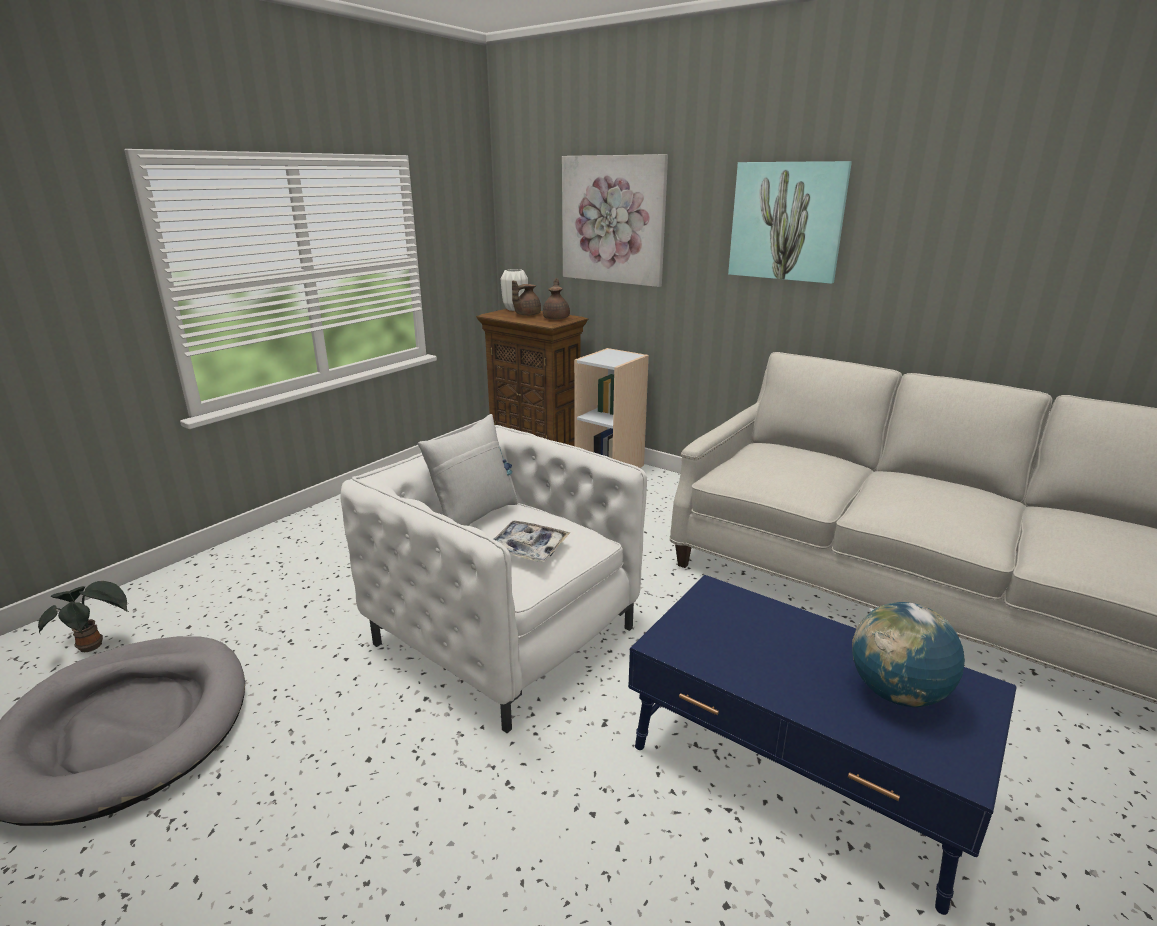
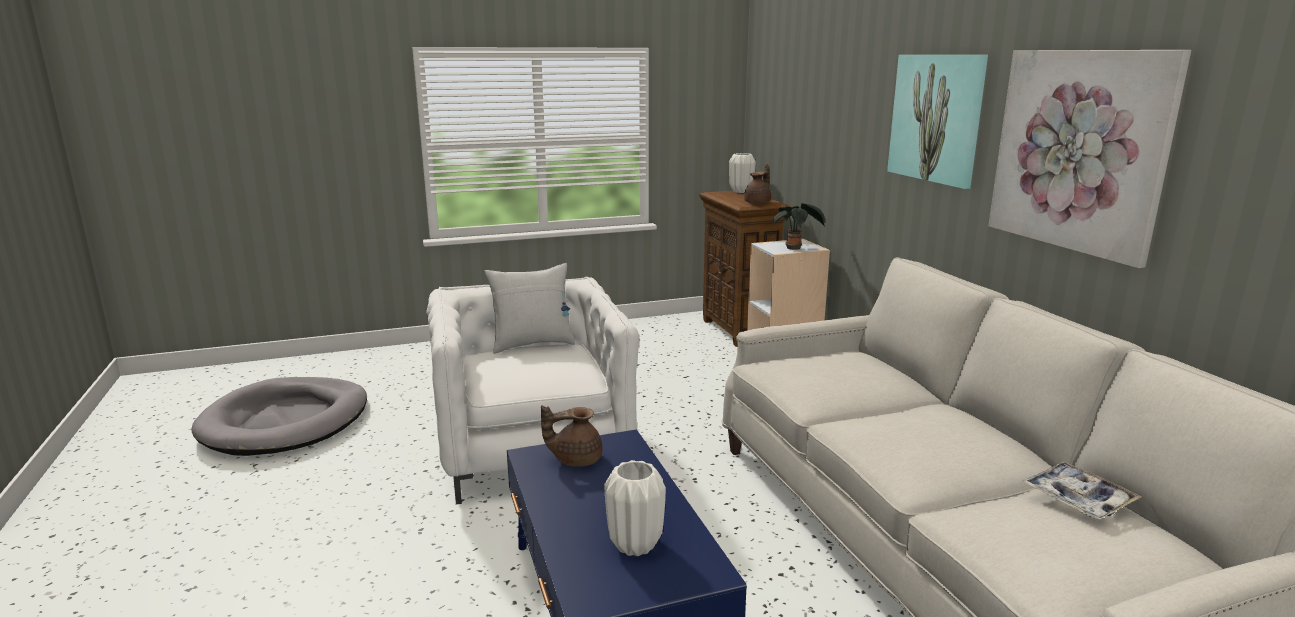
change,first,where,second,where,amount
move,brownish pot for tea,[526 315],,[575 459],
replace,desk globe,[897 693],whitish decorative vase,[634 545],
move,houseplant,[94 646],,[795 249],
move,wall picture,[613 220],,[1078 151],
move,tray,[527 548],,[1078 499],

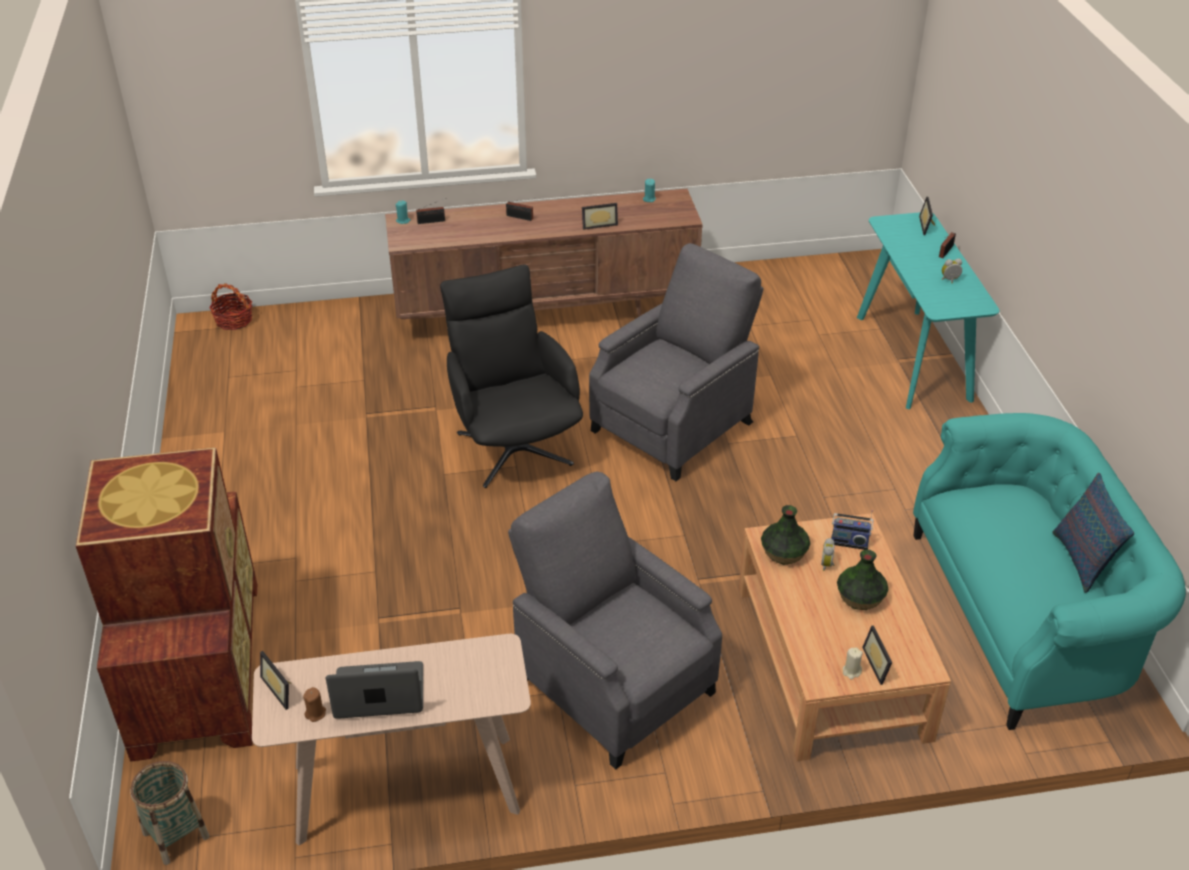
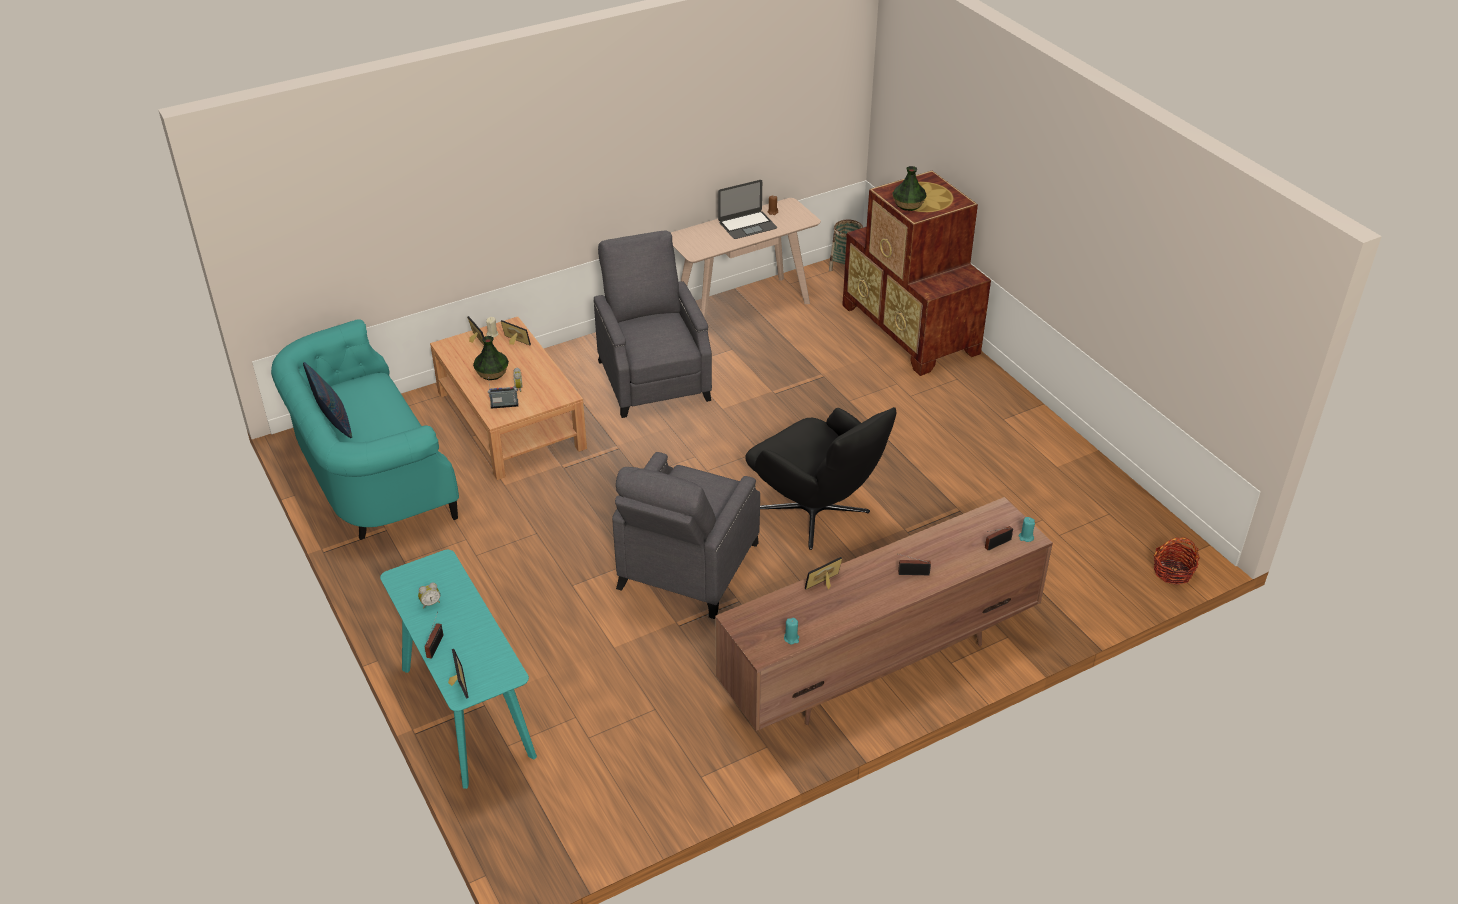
change,first,where,second,where,amount
move,standing frame,[282 688],,[514 342],
rotate,gray armchair,[610 681],,[653 377],135 degrees counterclockwise
move,decorative vase,[784 552],,[908 205],

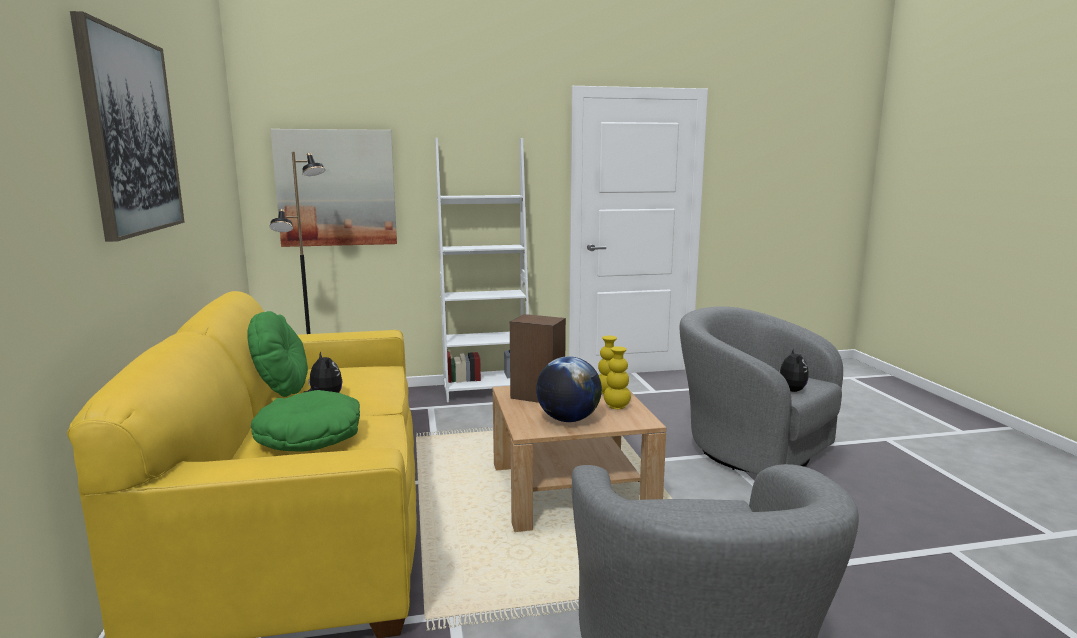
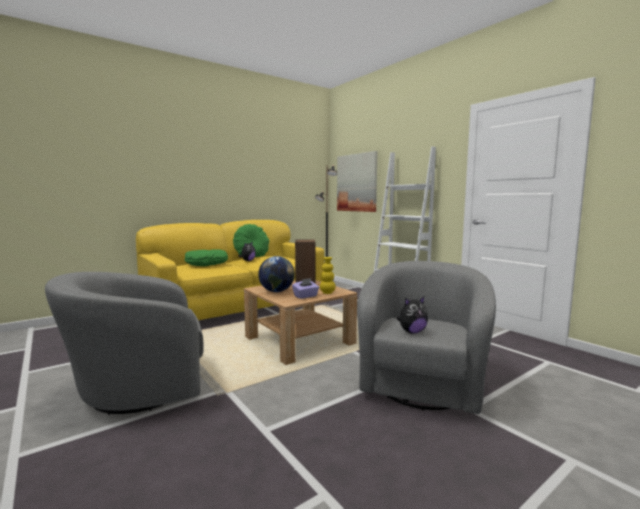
change,first,where,second,where,amount
replace,yellow-coloured decorative vase,[616 407],purple-coloured tissue box,[305 296],
delete,wall picture,[131 135],,,

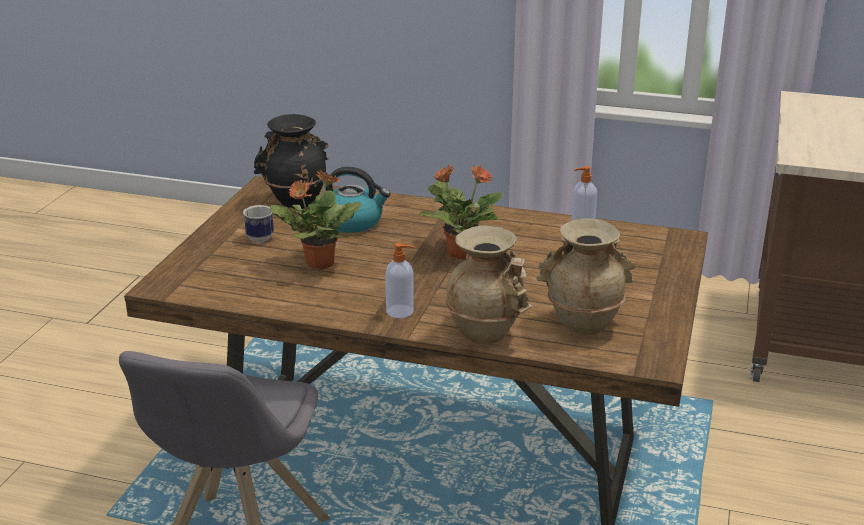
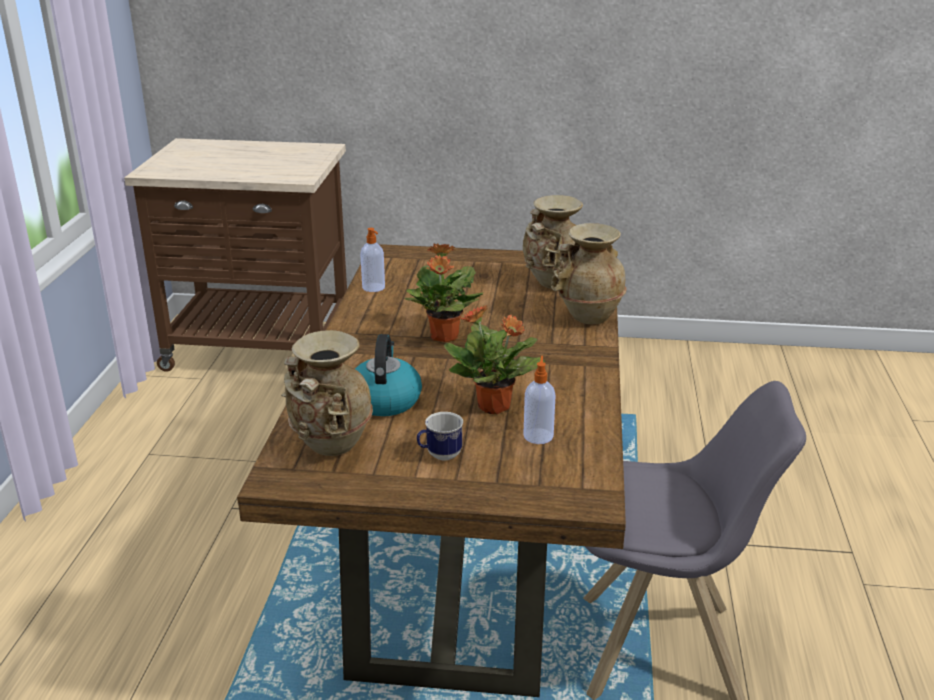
change,first,where,second,where,amount
recolor,black-coloured decorative vase,[296 201],sand-coloured decorative vase,[329 447],
move,soap dispenser,[401 311],,[538 435],

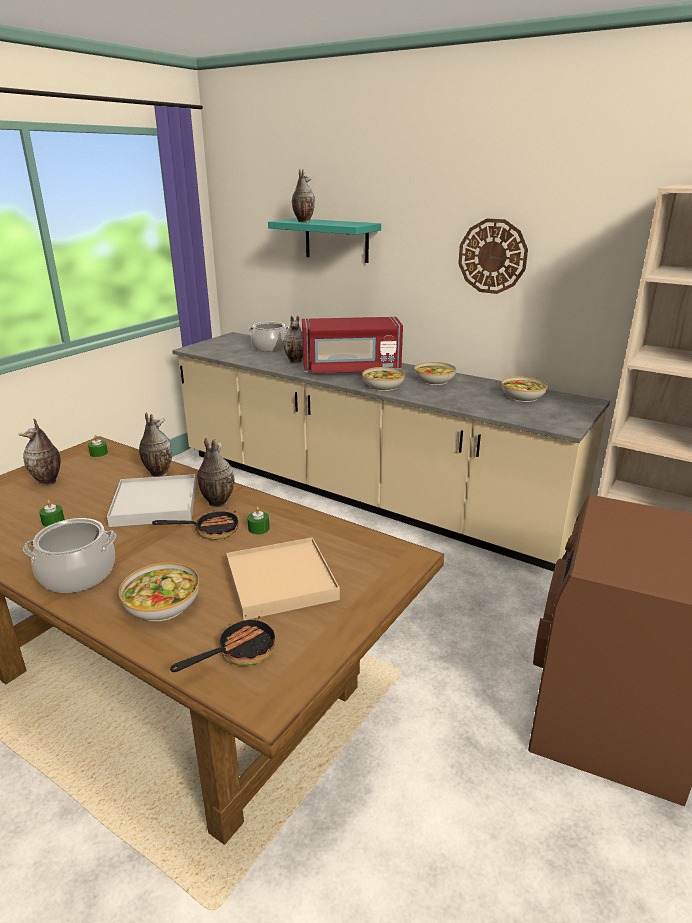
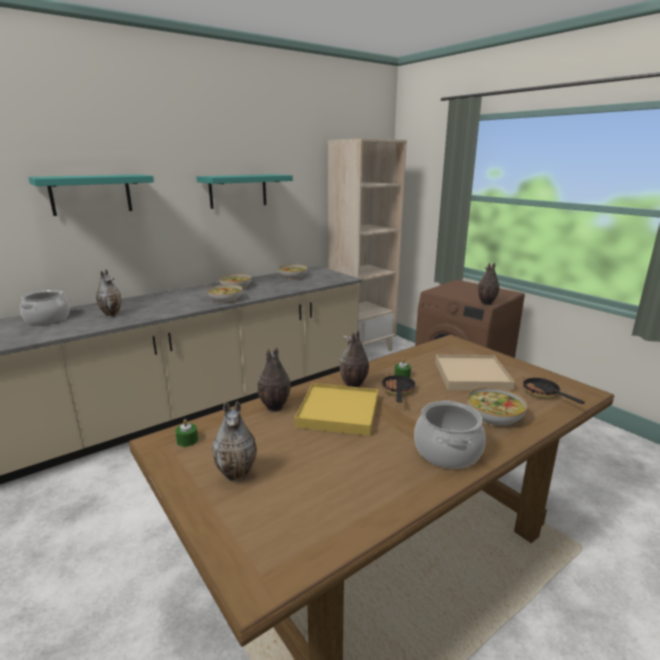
change,first,where,second,where,amount
replace,clock on the wall,[492 256],blue-green bracket shelf,[238 191],
recolor,whitish tray,[155 504],yellow-coloured tray,[338 412],
move,decorative vase,[303 221],,[486 303],
delete,greenish wax candle,[53 521],,,
delete,red microwave,[351 370],,,

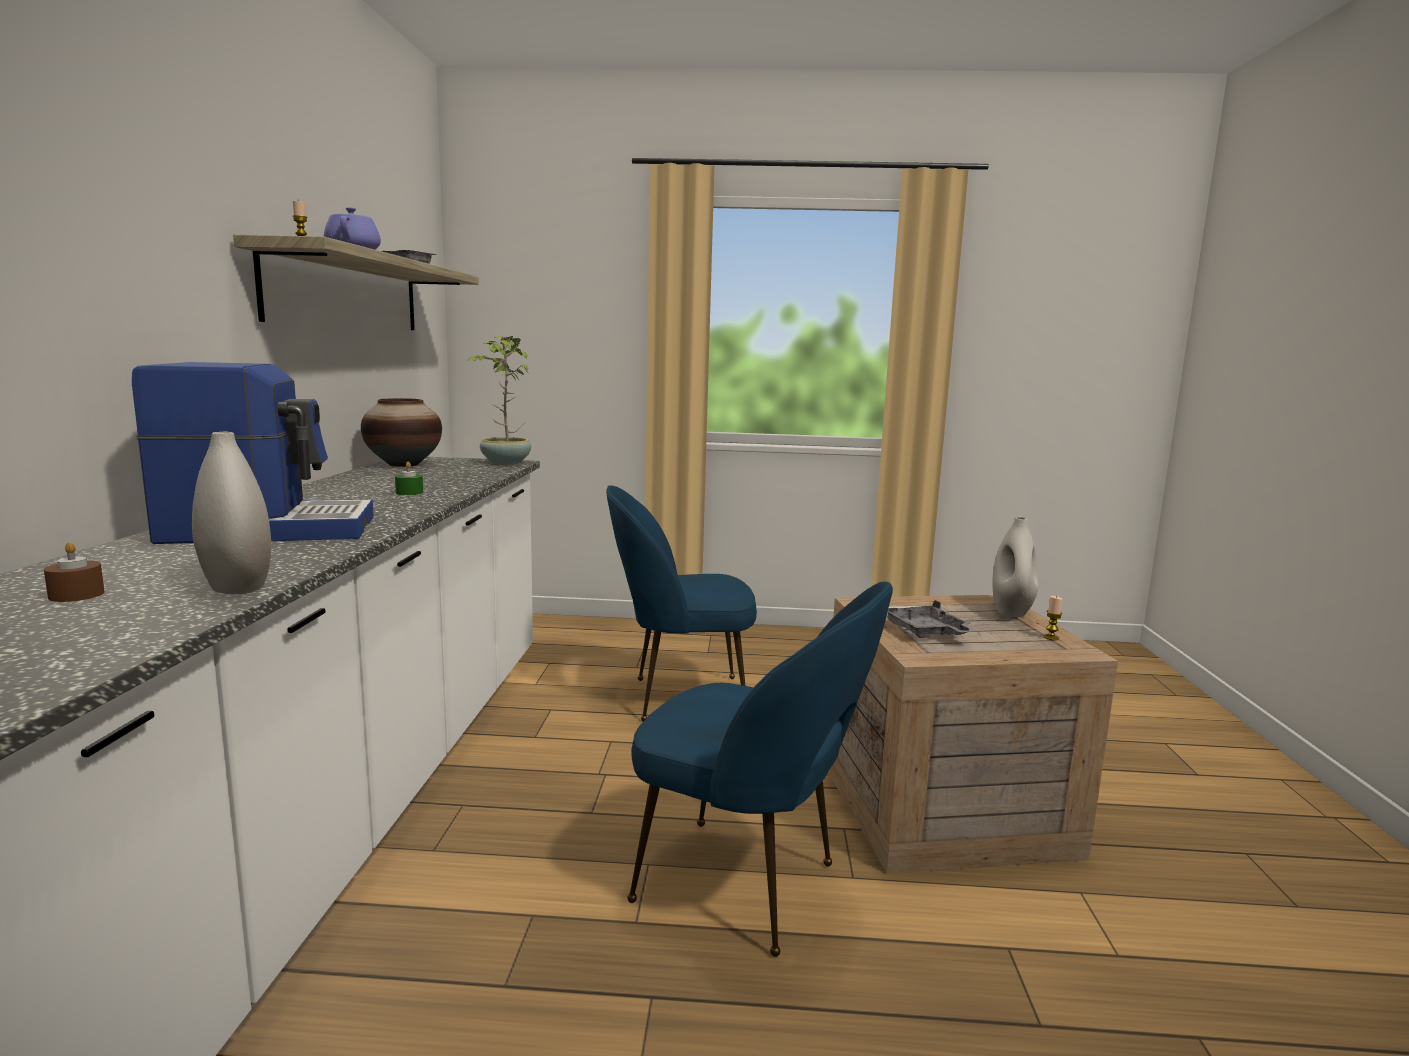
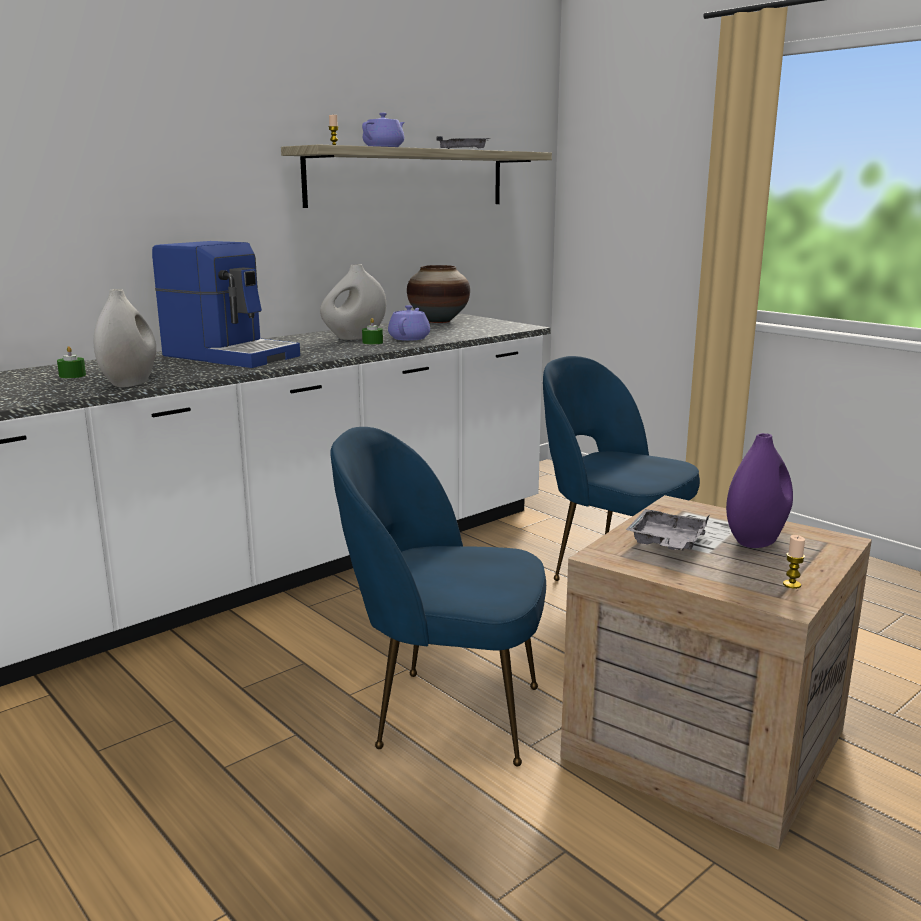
change,first,where,second,where,amount
recolor,brownish wax candle,[76 595],greenish wax candle,[72 375],
move,whitish decorative vase,[1011 611],,[354 338],
rotate,blue chair,[750 889],,[444 714],120 degrees clockwise
insert,,,purple-coloured pot for tea,[409 338],
insert,,,purple-coloured decorative vase,[755 540],
delete,houseplant,[505 463],,,

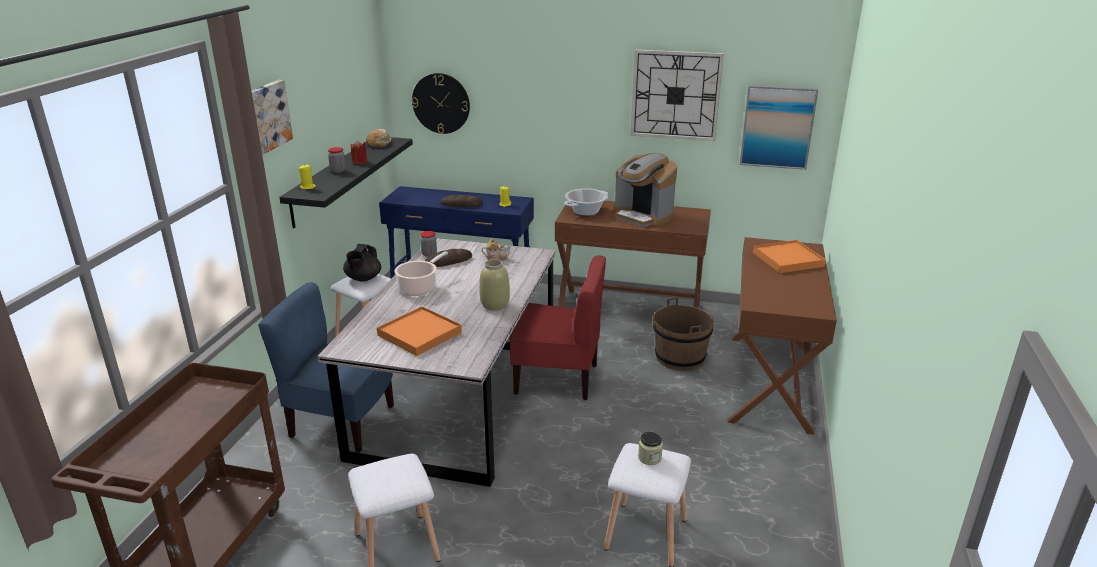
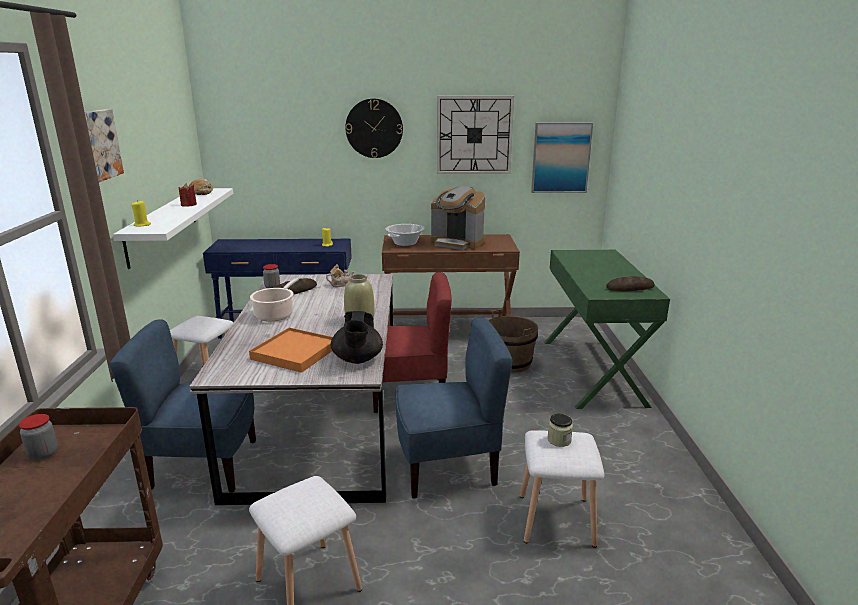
change,first,where,second,where,amount
move,jar,[338 171],,[43 453],
recolor,black-coloured bracket shelf,[334 180],whitish bracket shelf,[162 225],
move,black-coloured pot for tea,[363 278],,[357 359],
move,clock on the wall,[441 103],,[374 128],
insert,,,blue chair,[447 466],
recolor,brownish narrow table,[770 382],greenish narrow table,[593 371],
move,bread,[461 204],,[630 288],
delete,orangey tray,[788 259],,,

